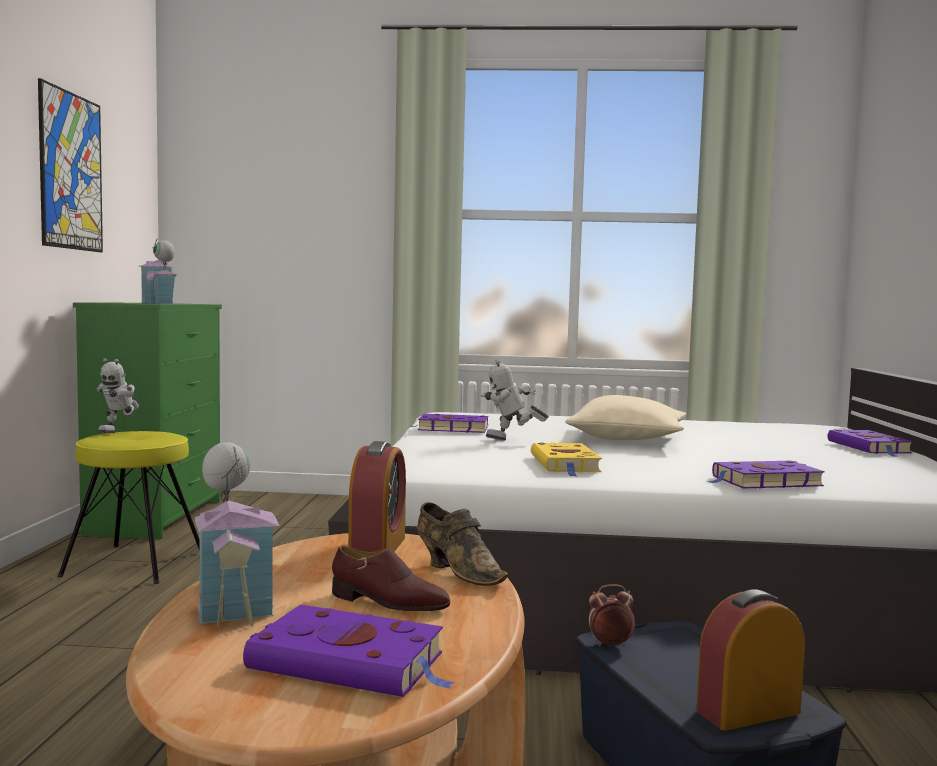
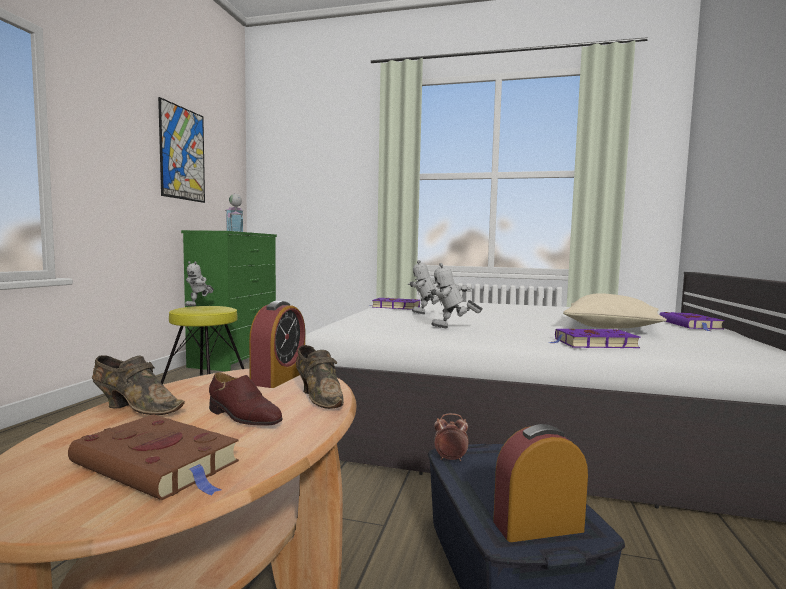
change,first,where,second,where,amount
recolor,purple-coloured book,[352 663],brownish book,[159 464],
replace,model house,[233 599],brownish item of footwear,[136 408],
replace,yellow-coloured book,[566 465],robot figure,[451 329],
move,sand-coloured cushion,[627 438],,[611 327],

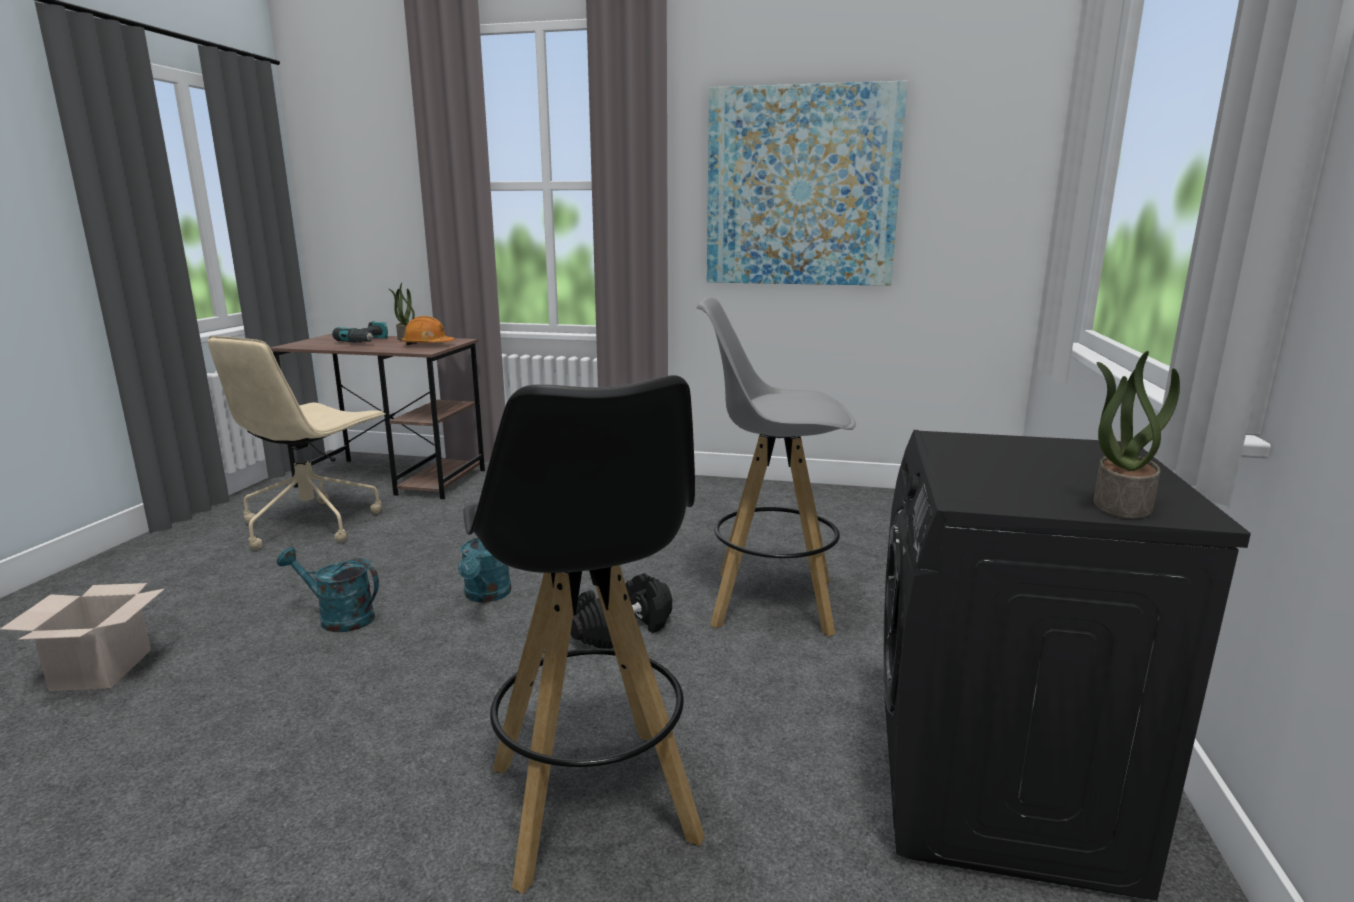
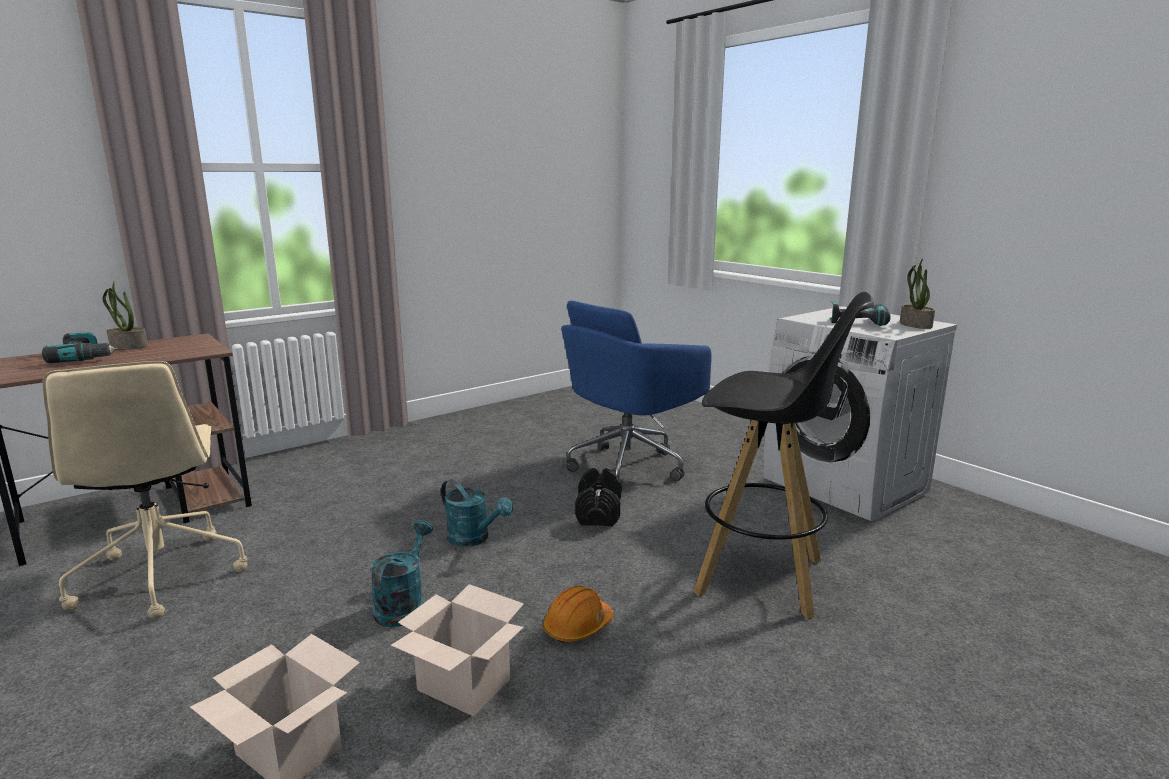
change,first,where,second,where,amount
rotate,blue-green watering can,[338 618],,[403 604],135 degrees clockwise
insert,,,carton,[461 685],
move,orangey hard hat,[428 345],,[577 627],
replace,gray stool seat,[769 601],blue office chair,[631 466],
recolor,black-coloured laundry machine,[995 789],whitish laundry machine,[844 488],
insert,,,electric drill,[858 322],
delete,wall picture,[801 187],,,

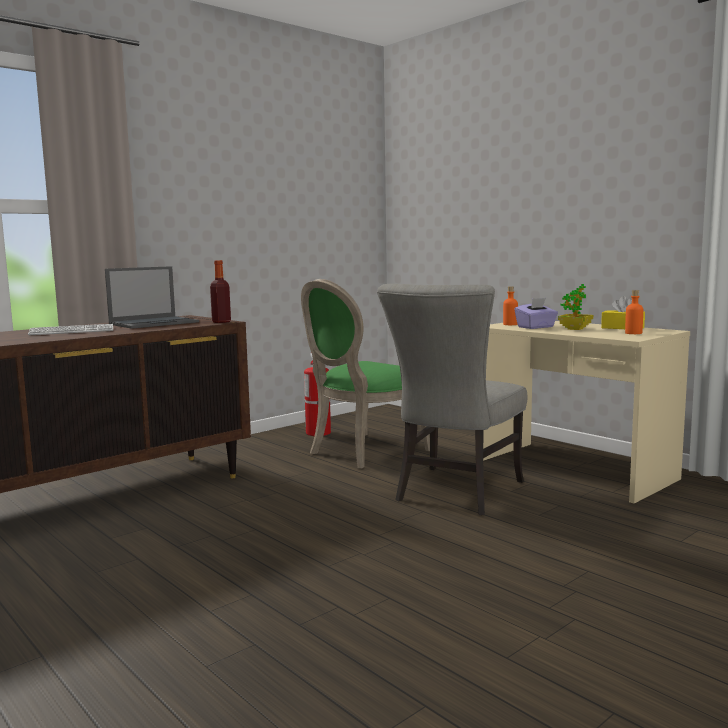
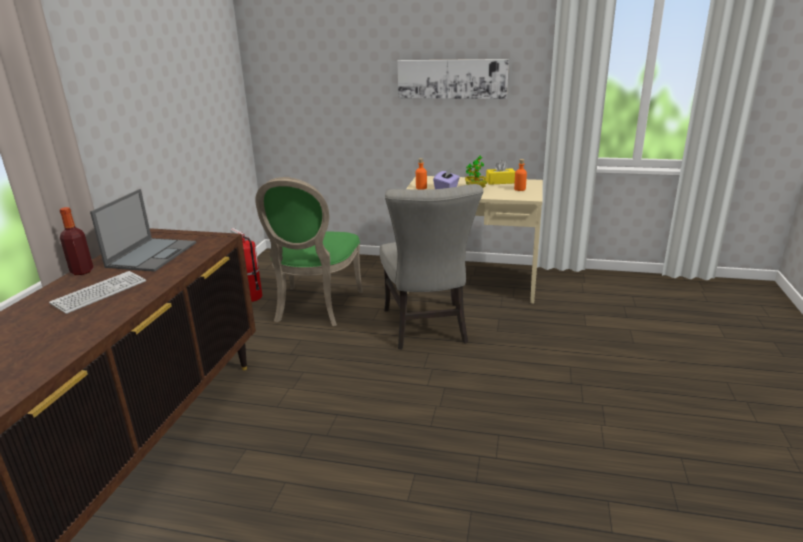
change,first,where,second,where,amount
move,beverage bottle,[221 322],,[82 271],
insert,,,wall picture,[452 79],

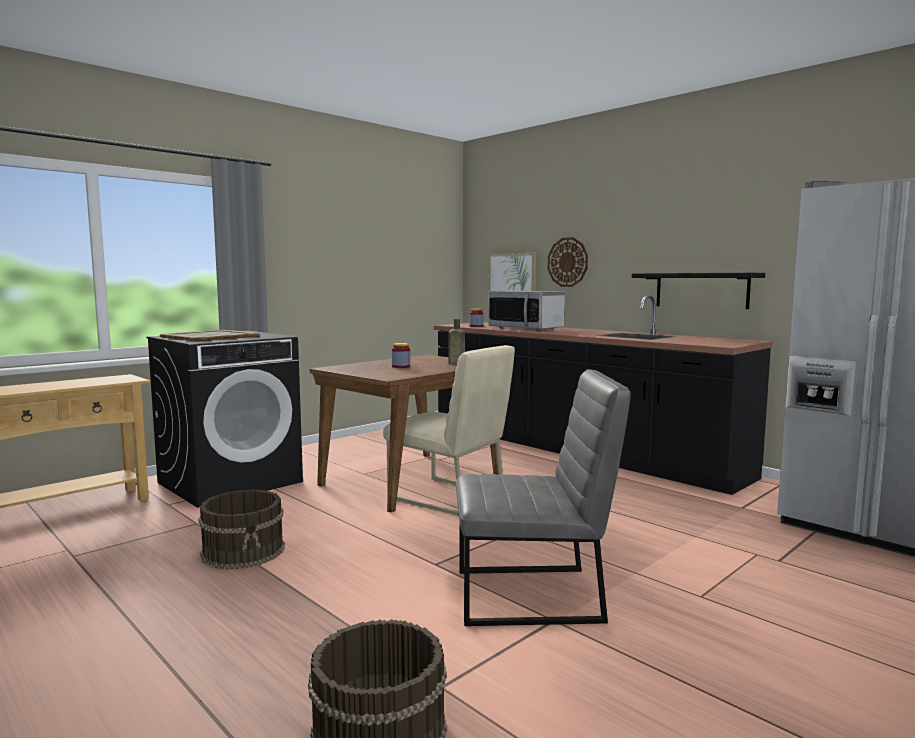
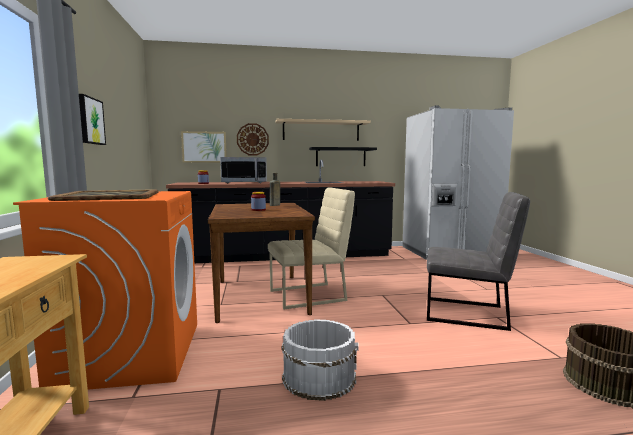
change,first,where,second,where,amount
recolor,black-coloured laundry machine,[231 482],orangey laundry machine,[131 353],
insert,,,wall picture,[90 121],
insert,,,sand-coloured bracket shelf,[321 131],
recolor,brownish bucket,[244 551],whitish bucket,[319 377],
rotate,gray chair,[533 596],,[468 314],75 degrees clockwise

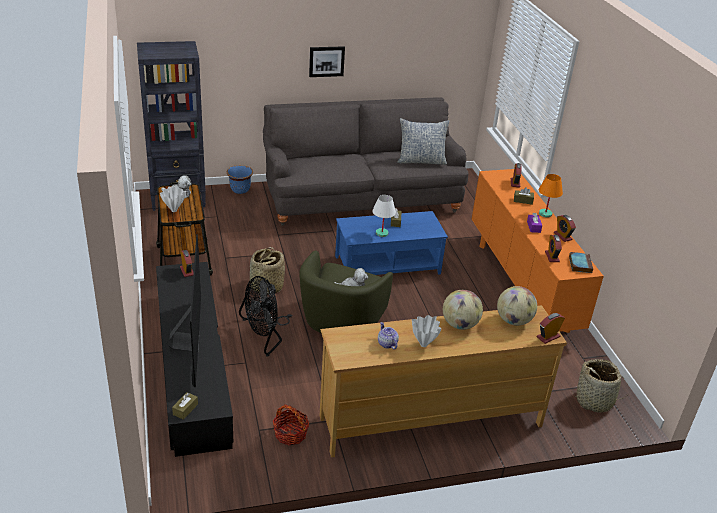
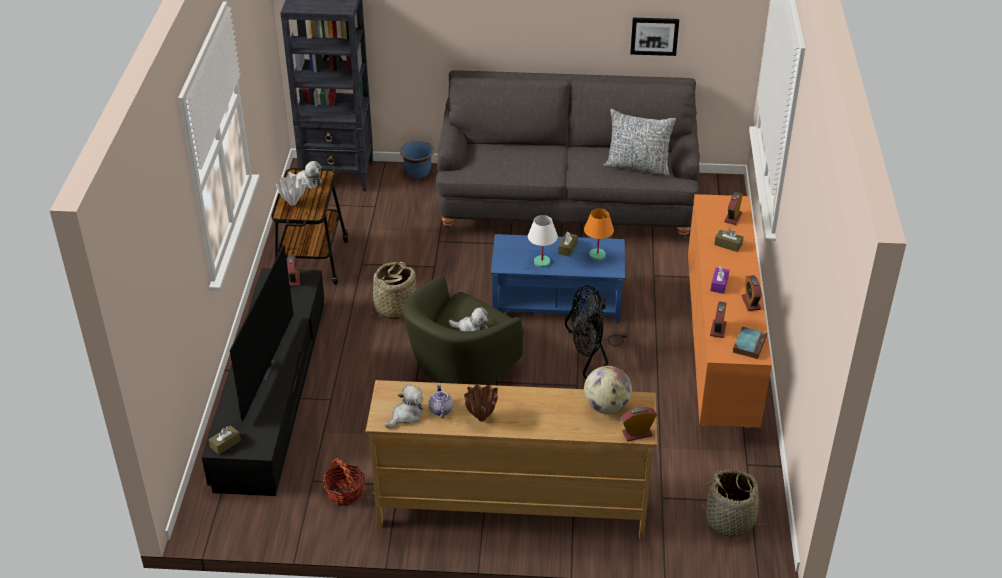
change,first,where,second,where,amount
insert,,,cuddly toy,[406 415],
recolor,whitish decorative vase,[423 345],brownish decorative vase,[481 418],
move,black-coloured cooling fan,[266 332],,[592 352],
move,orangey tabletop lamp,[545 214],,[597 255],
move,wall picture,[326 61],,[654 36],
delete,desk globe,[460 325],,,

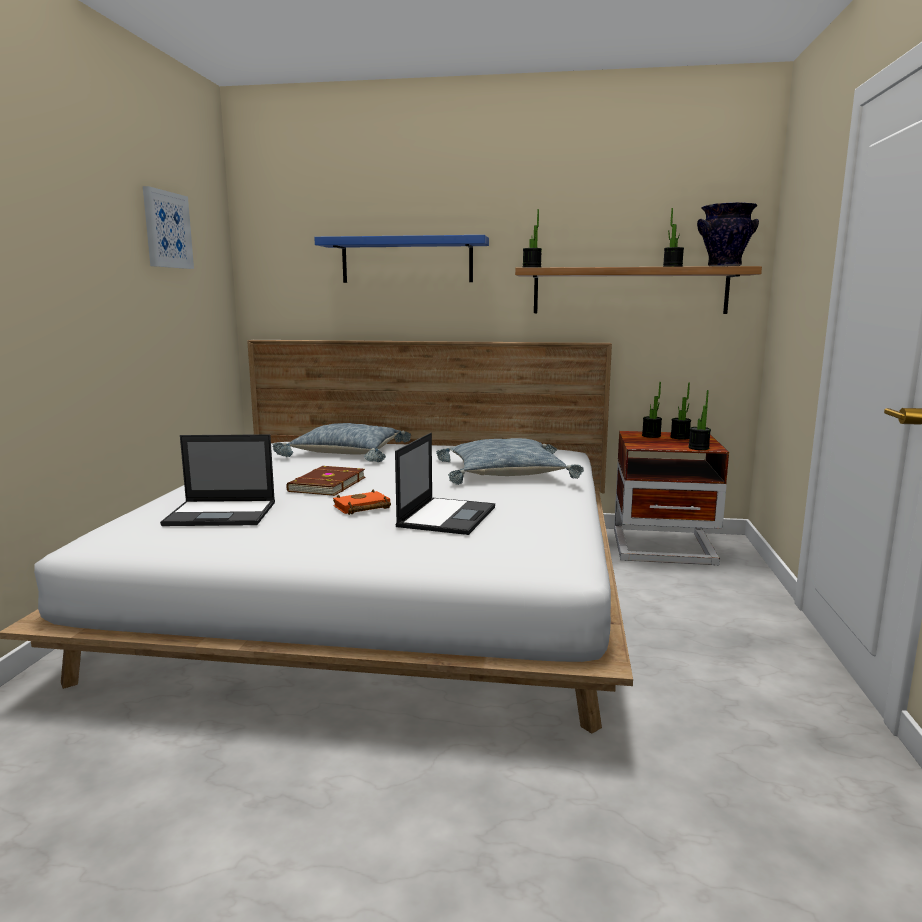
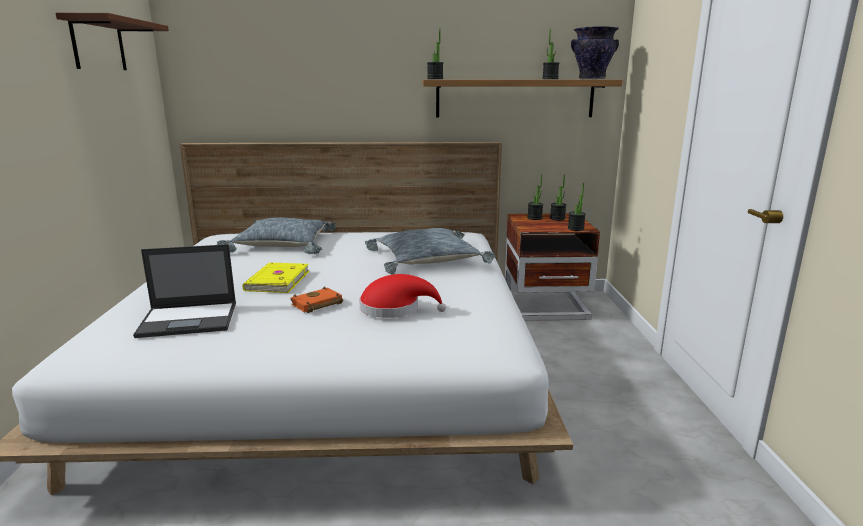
change,first,where,second,where,amount
replace,wall picture,[167 230],brownish bracket shelf,[98 45],
recolor,brownish book,[326 484],yellow-coloured book,[276 281],
replace,notebook computer,[447 516],red hat,[395 308],
delete,blue bracket shelf,[407 260],,,

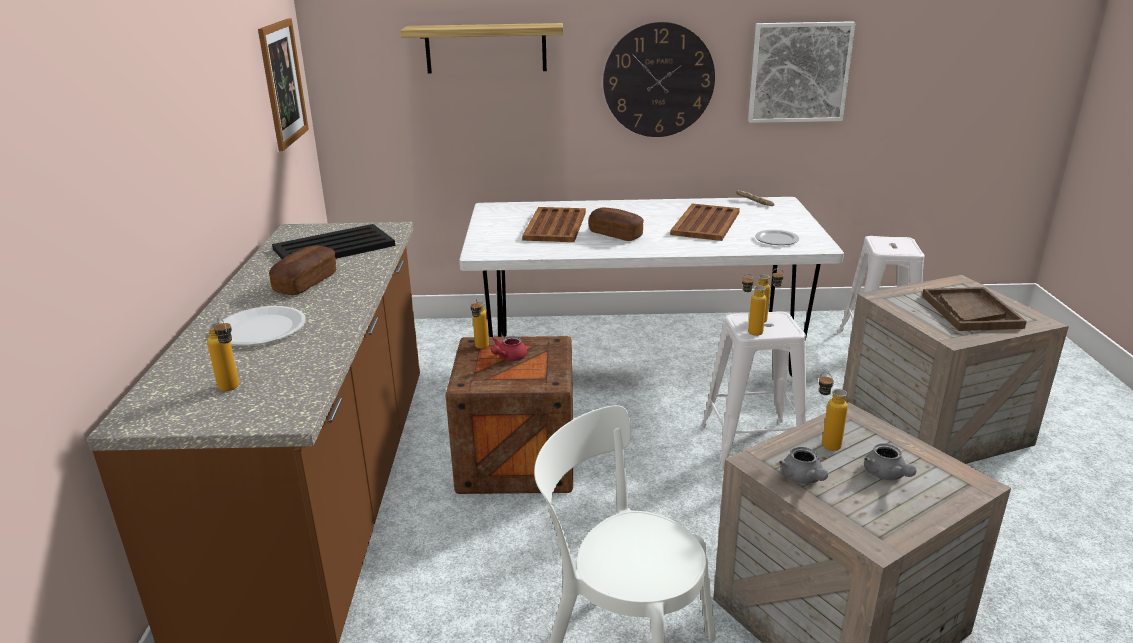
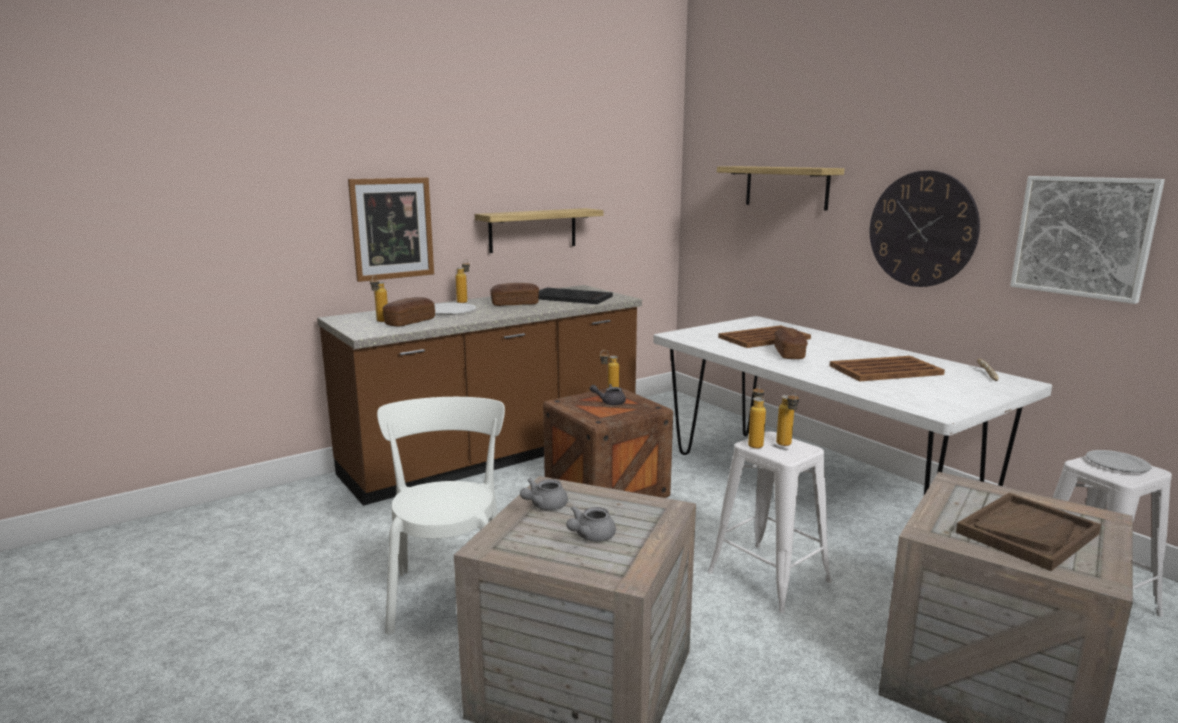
change,first,where,second,where,amount
move,wall picture,[283 83],,[392 228],
insert,,,bread,[410 322],
move,beverage bottle,[825 442],,[464 301],
insert,,,bracket shelf,[533 230],
recolor,red pot for tea,[508 358],gray pot for tea,[609 402],
move,flat dish,[776 239],,[1117 463],

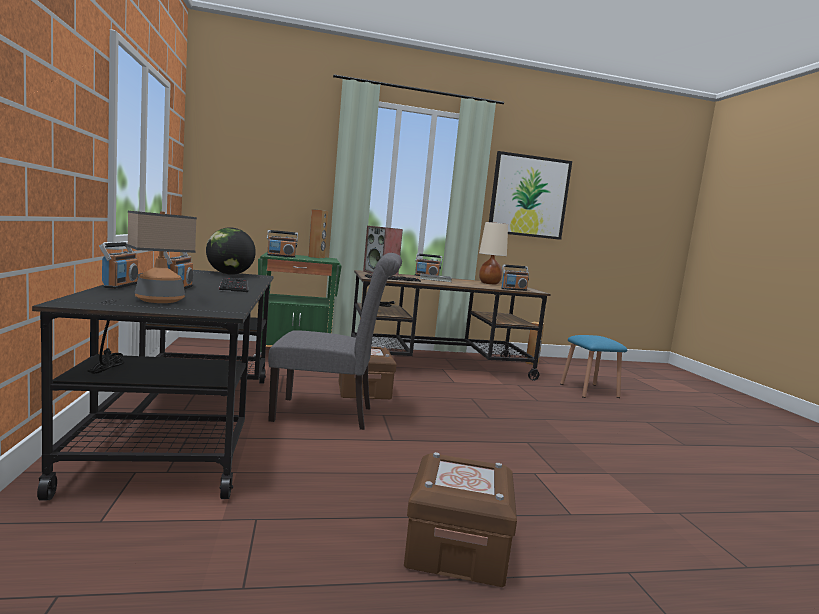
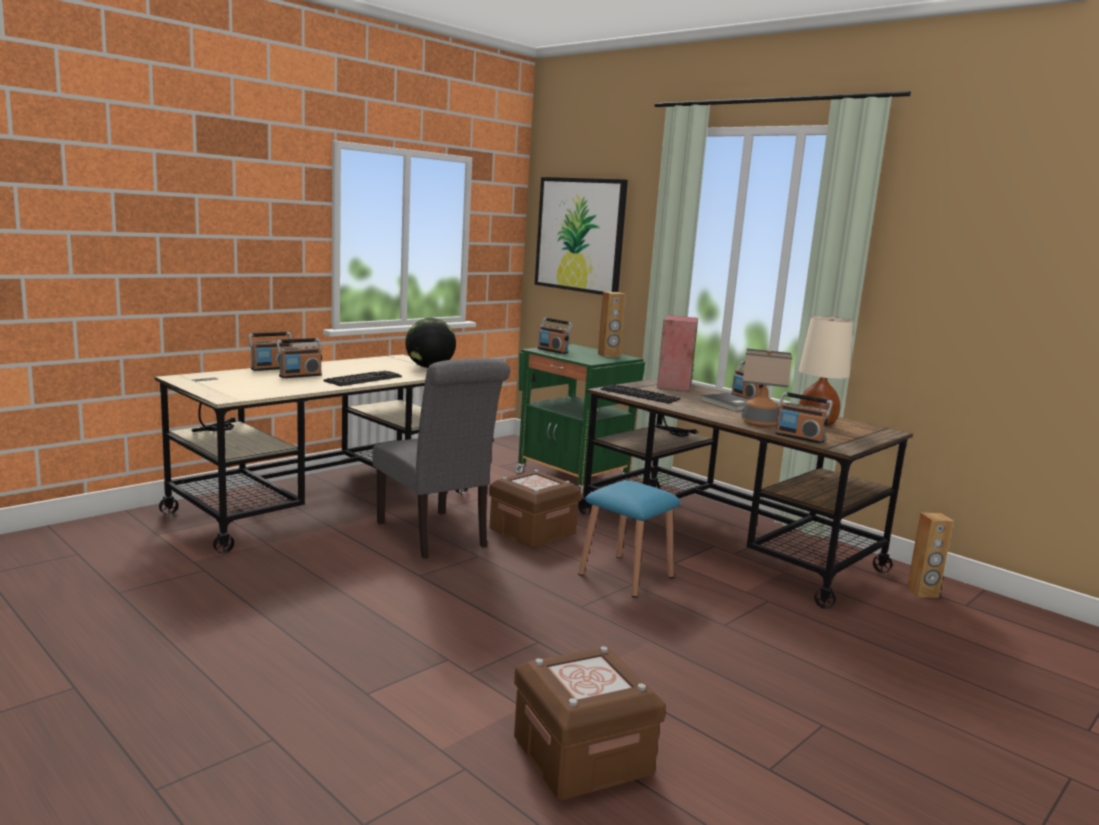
change,first,where,second,where,amount
recolor,black-coloured desk unit,[185 424],sand-coloured desk unit,[324 503],
move,brownish storage container,[456 548],,[582 755],
move,wall picture,[529 196],,[580 235],
move,blue stool seat,[589 390],,[626 575],
move,tabletop lamp,[159 300],,[759 423],

